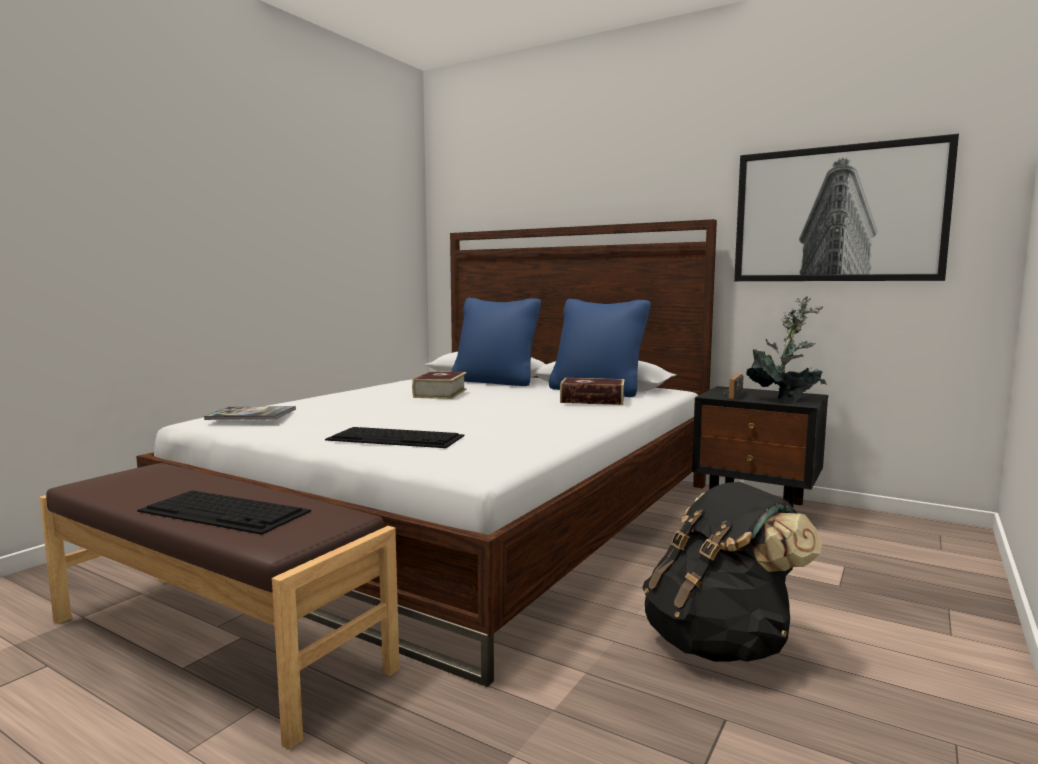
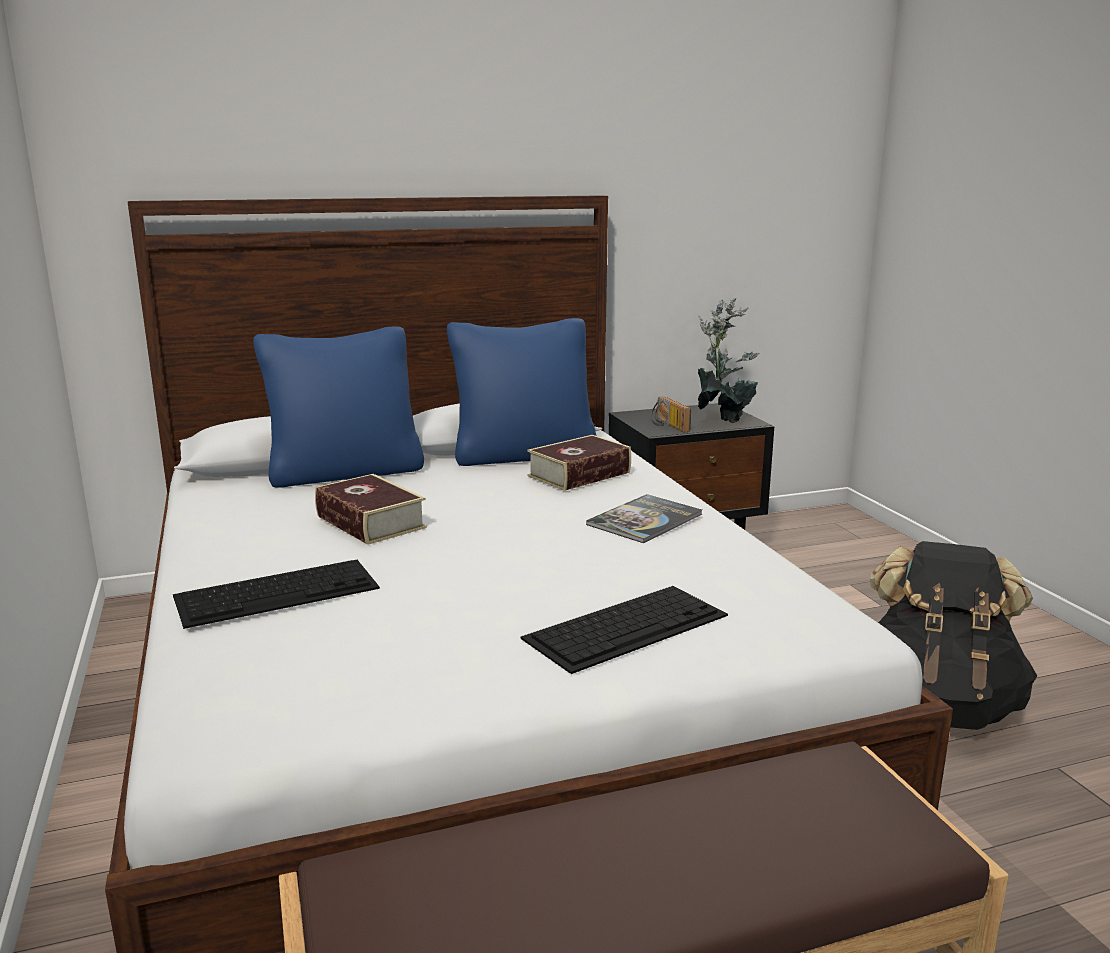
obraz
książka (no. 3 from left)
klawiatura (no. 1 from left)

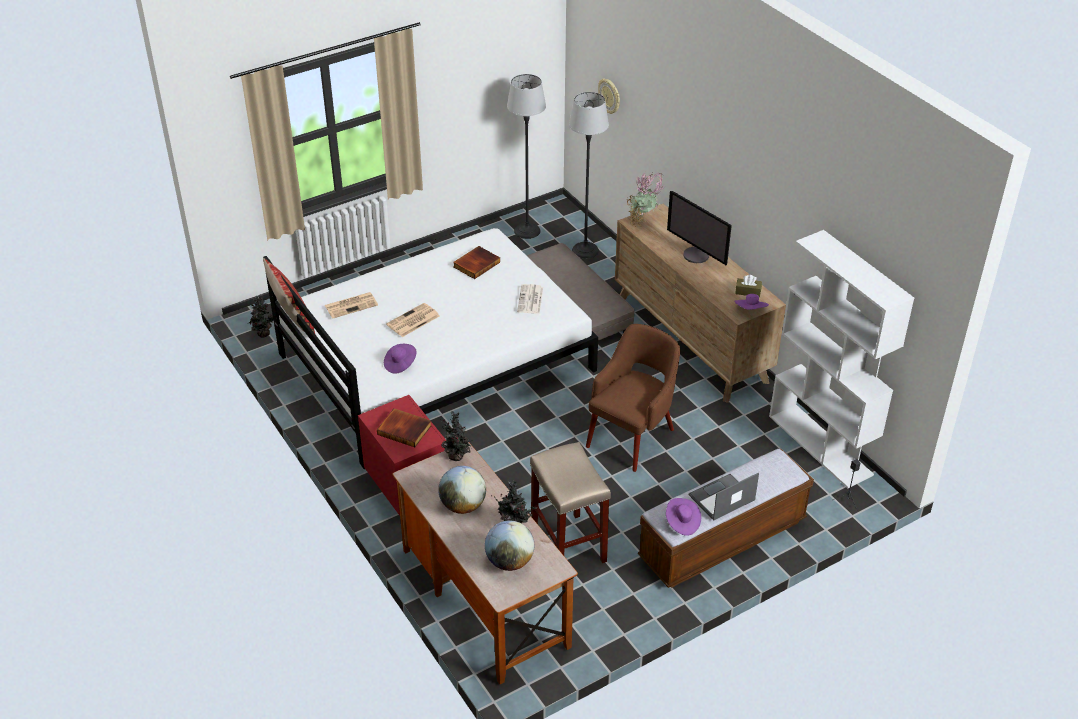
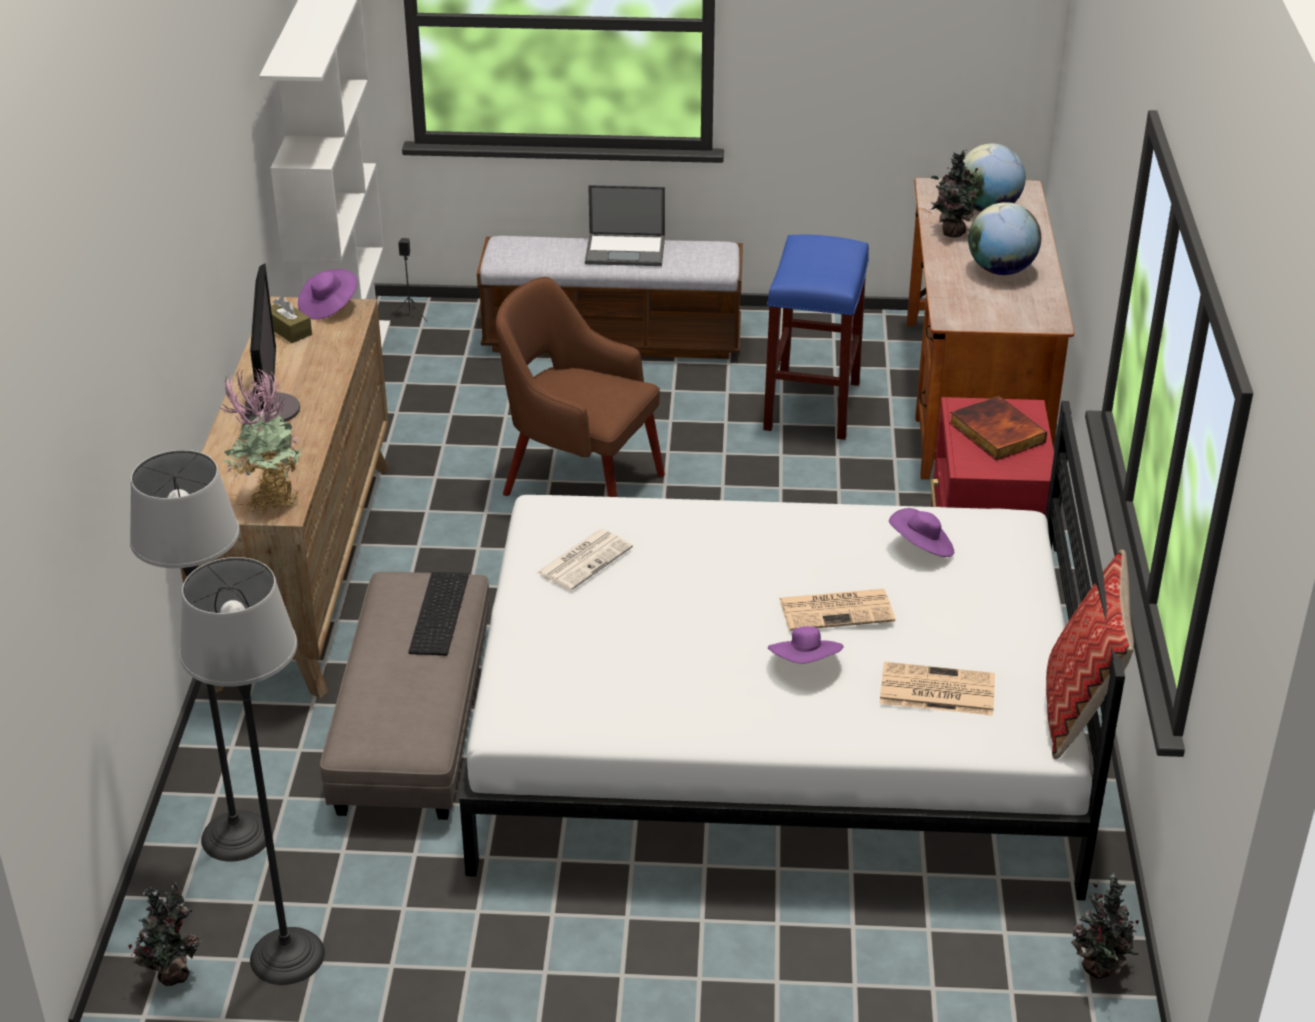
zegar ścienny
książka (no. 2 from left in the first image)
fotel (brązowy)
roślina doniczkowa (no. 1 from left)
stołek (niebieski)
kapelusz (fioletowy) (no. 2 from left)
klawiatura

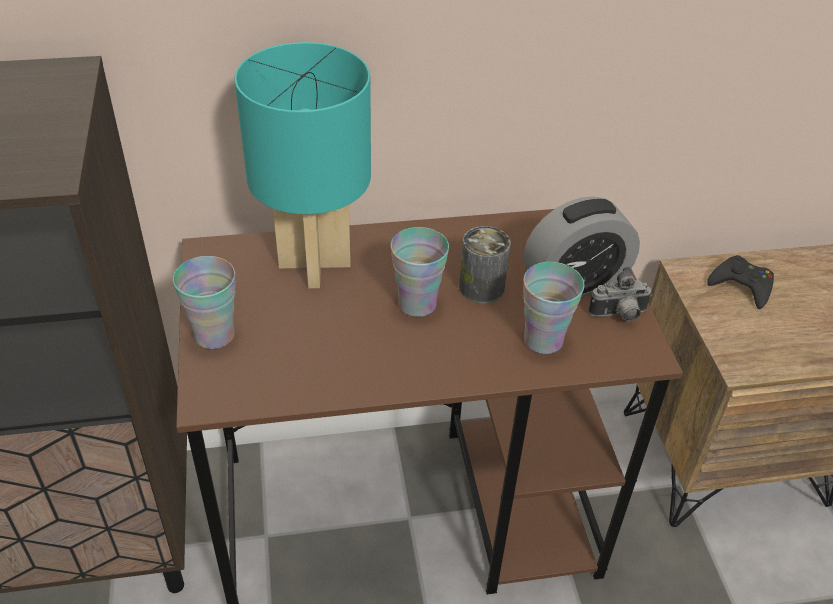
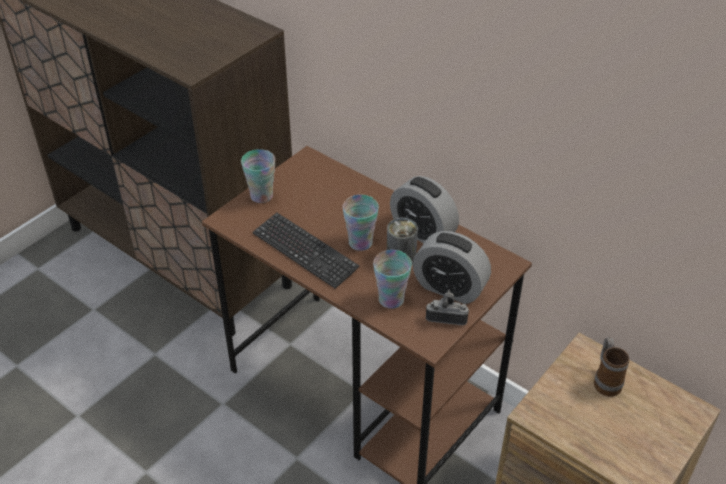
lampa stołowa (turkusowy)
kubek
aparat fotograficzny
budzik (no. 1 from left)
klawiatura

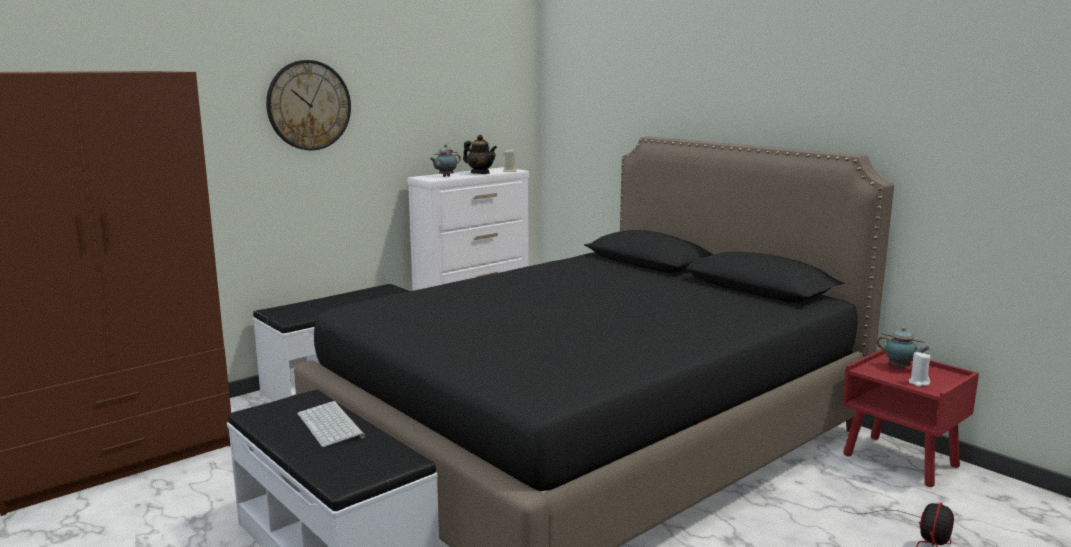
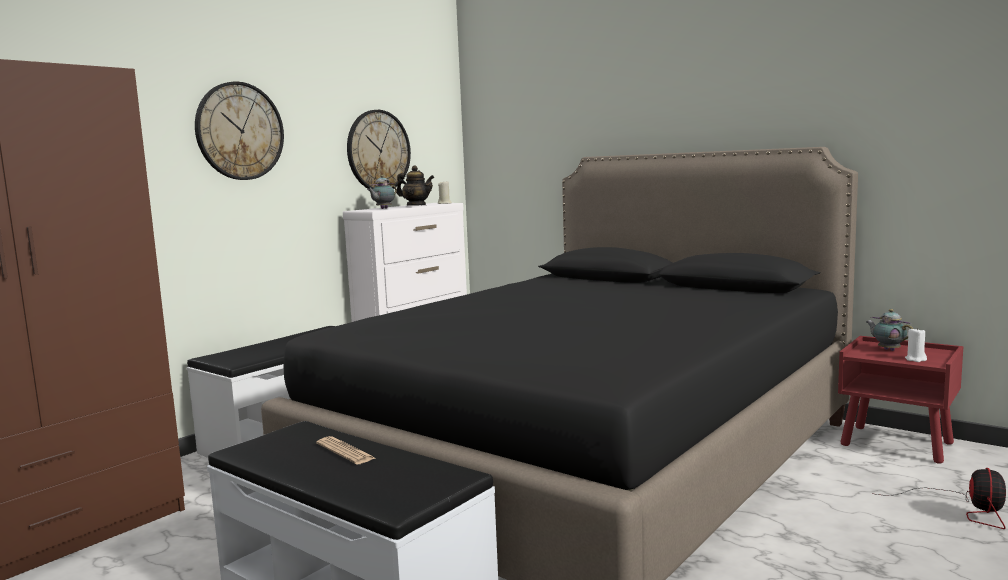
imbryk (no. 3 from left)
gazeta
zegar ścienny (no. 2 from left)

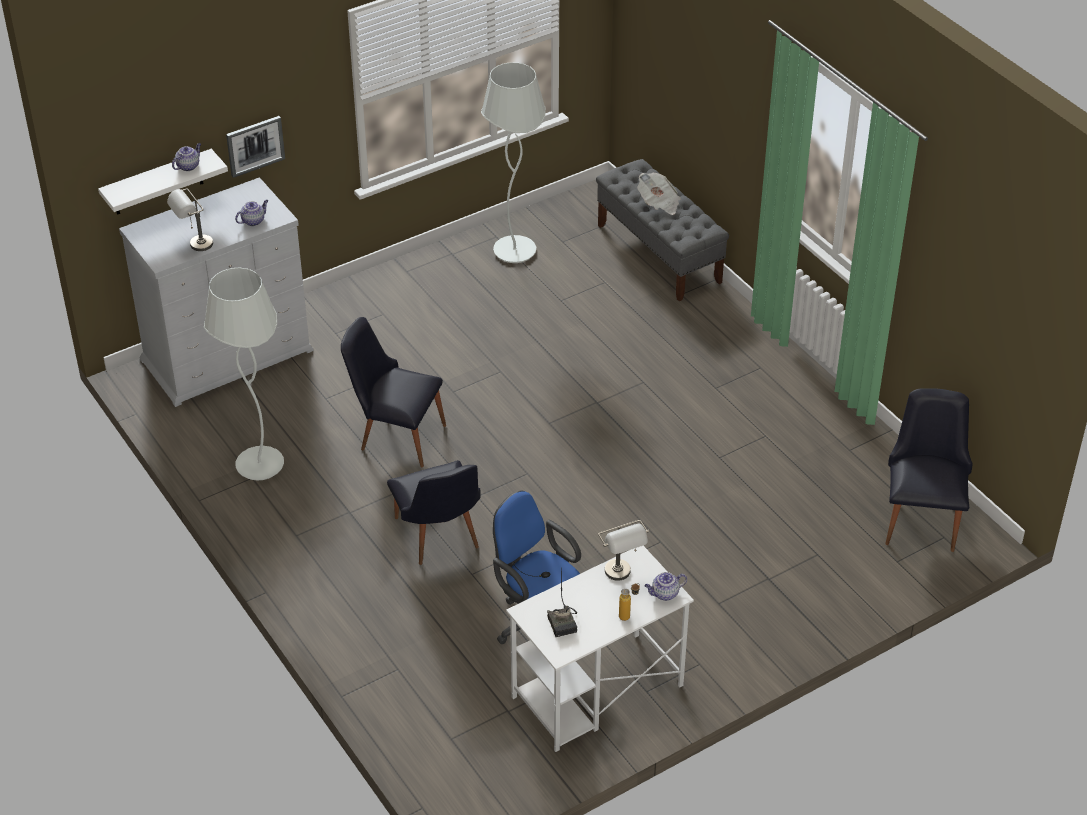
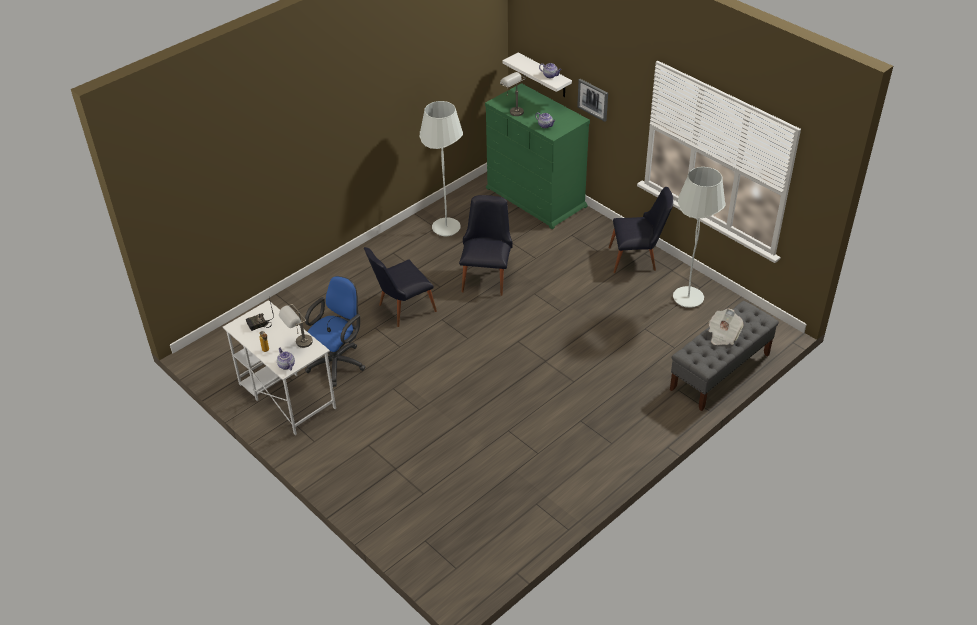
komoda (zielony)
krzesło (czarny) (no. 3 from left)

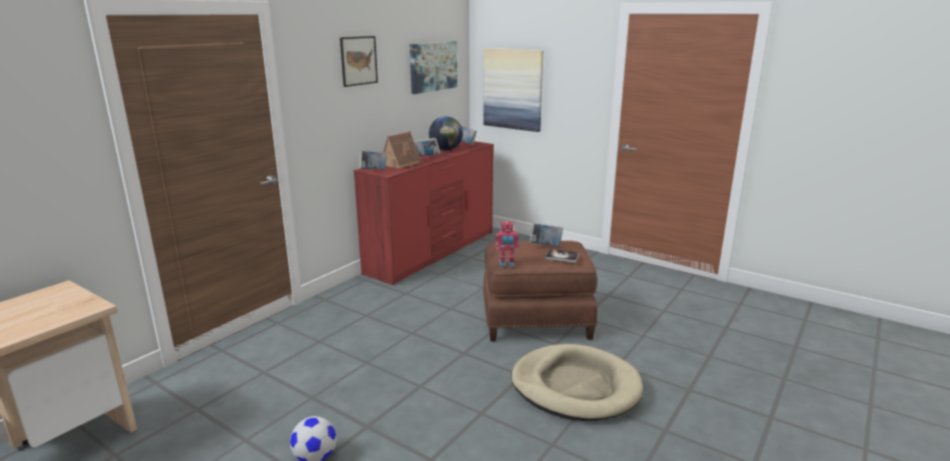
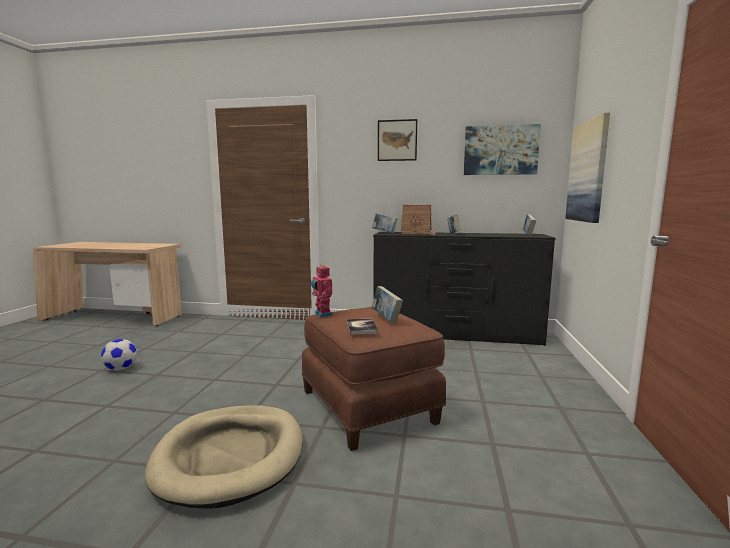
globus
komoda (czarny)

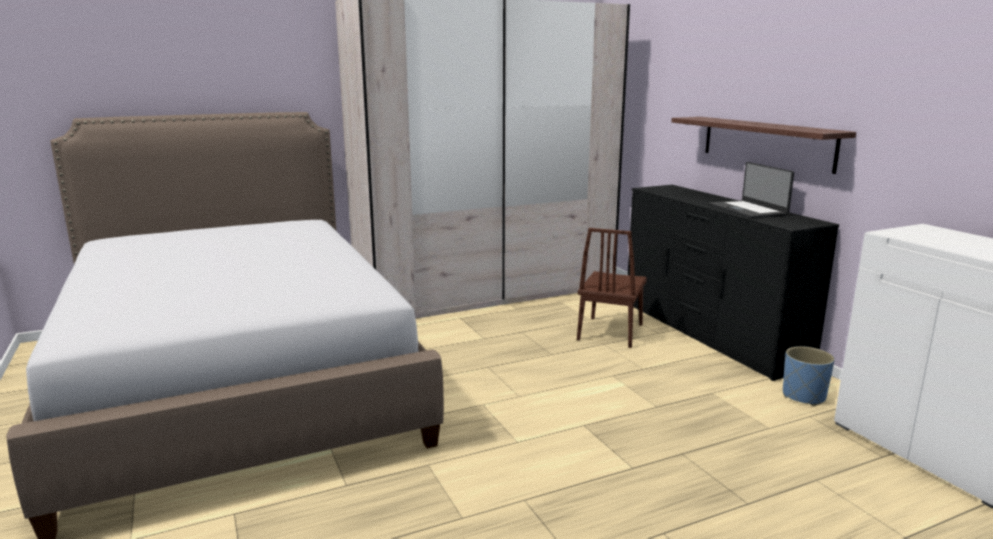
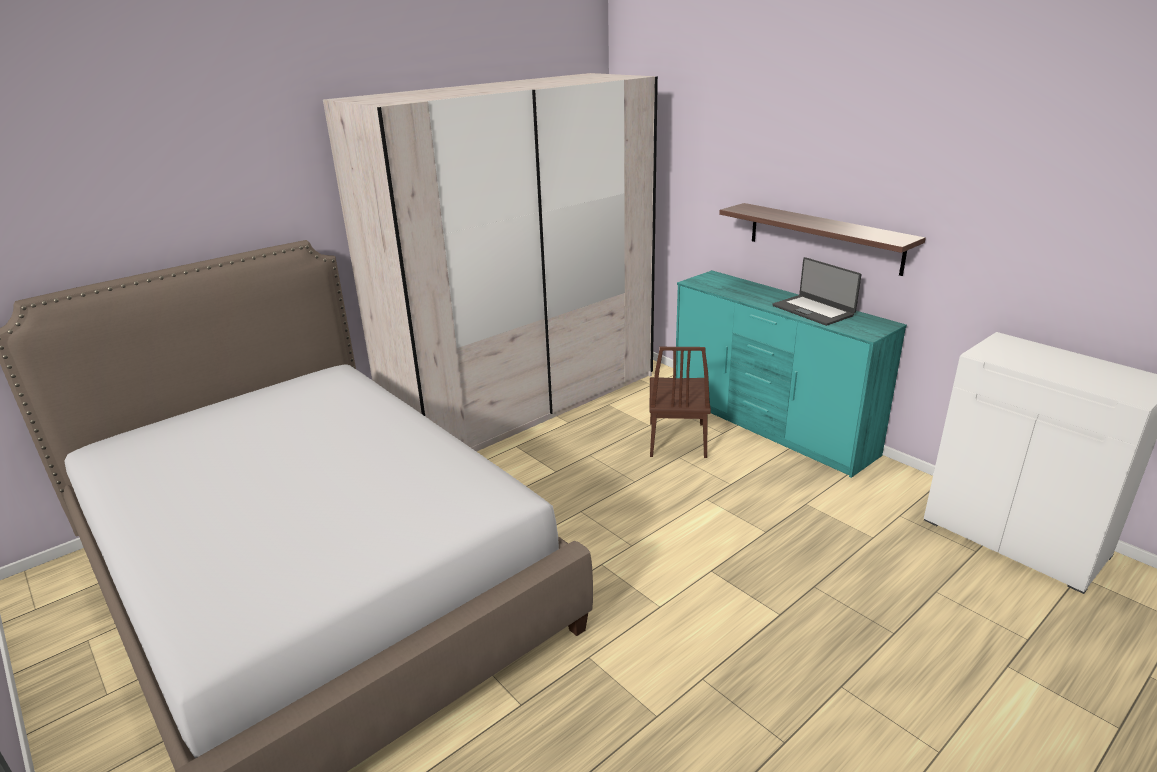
komoda (turkusowy)
donica (niebieski)

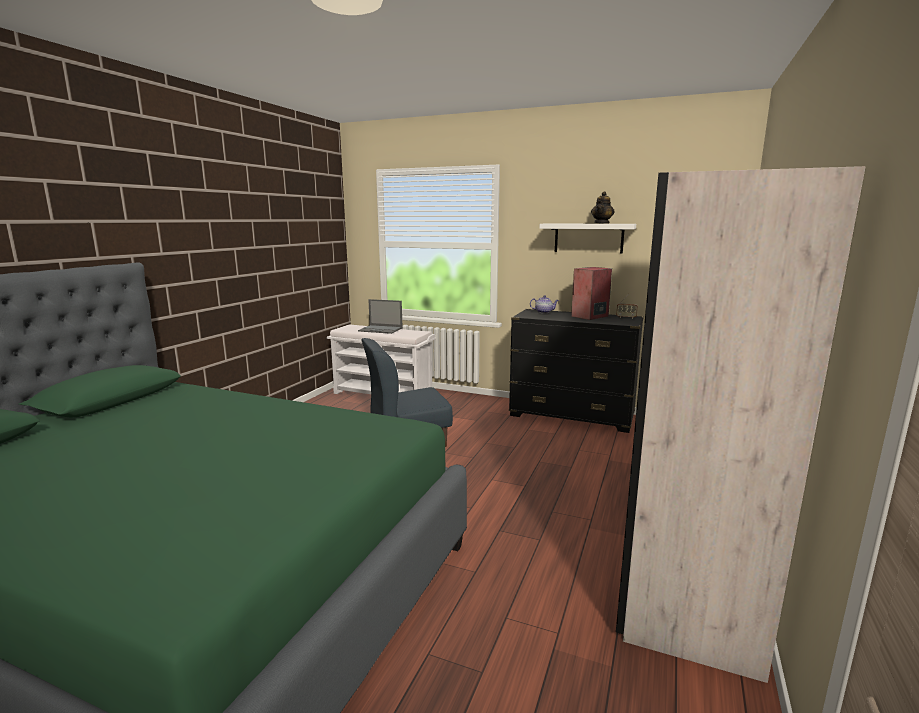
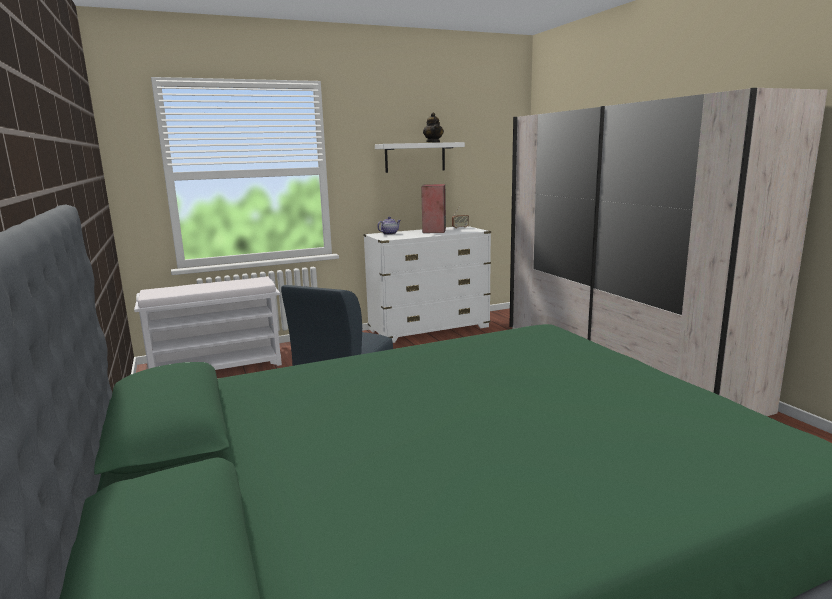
laptop
komoda (biały)

